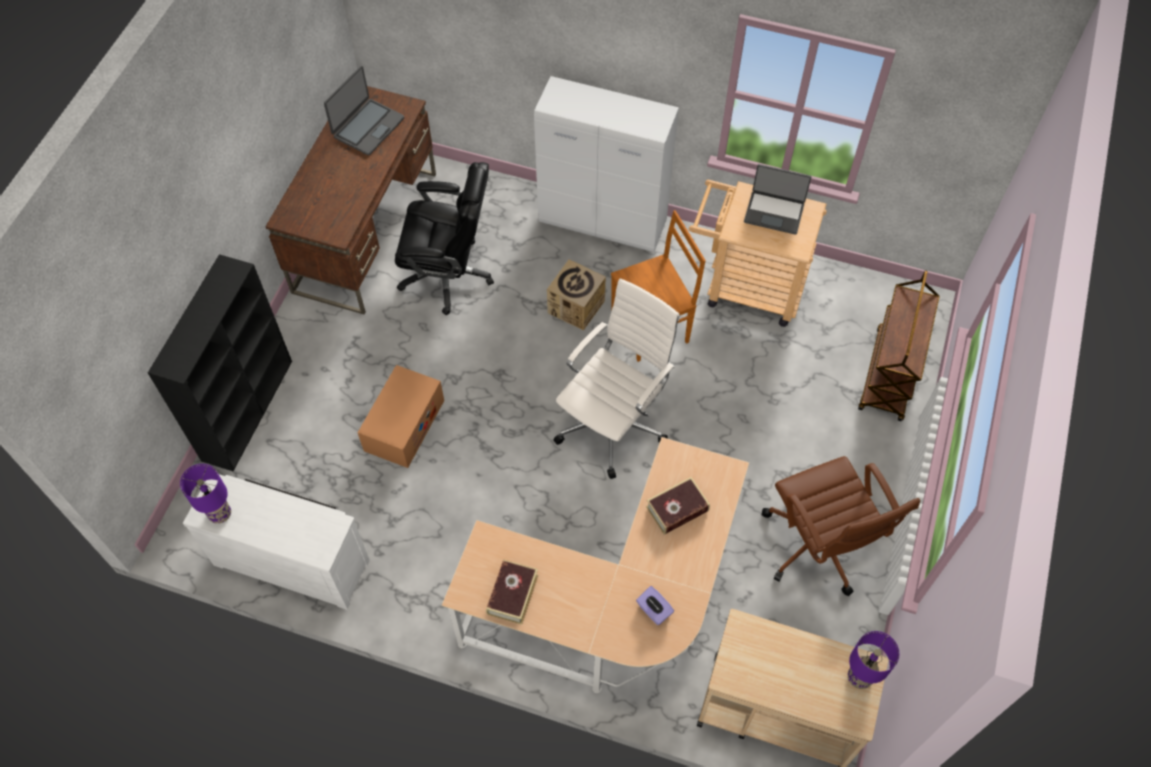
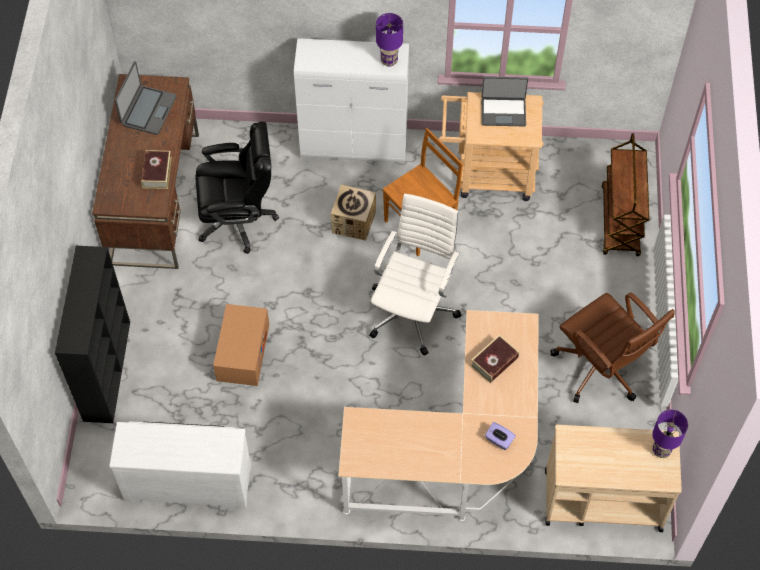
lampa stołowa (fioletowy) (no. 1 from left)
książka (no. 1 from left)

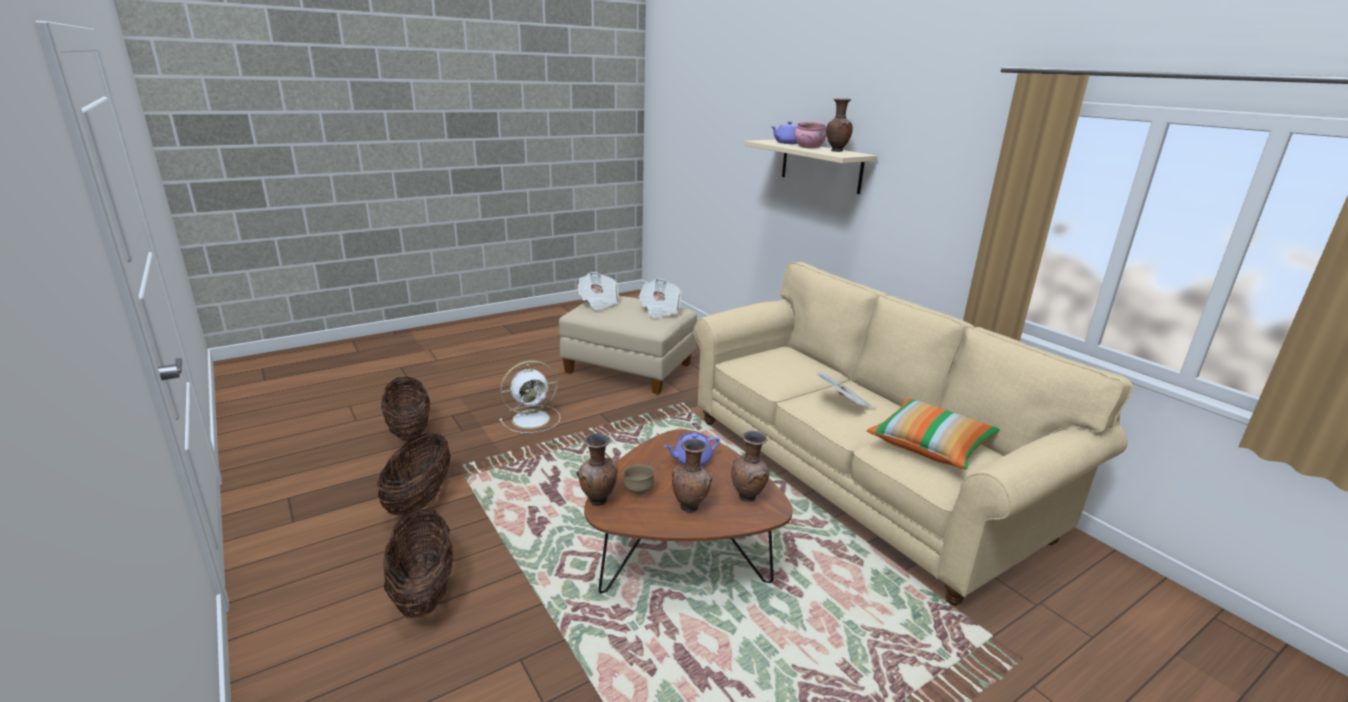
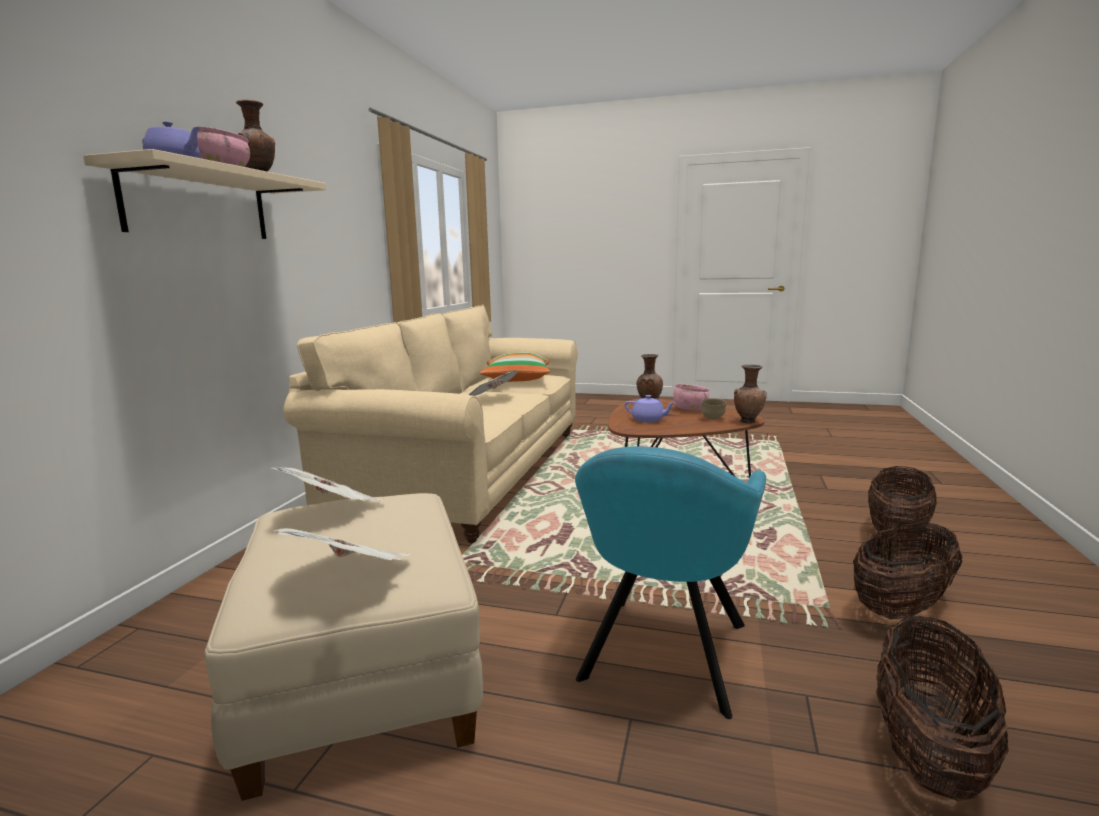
fotel (turkusowy)
miska (różowy) (no. 2 from left)

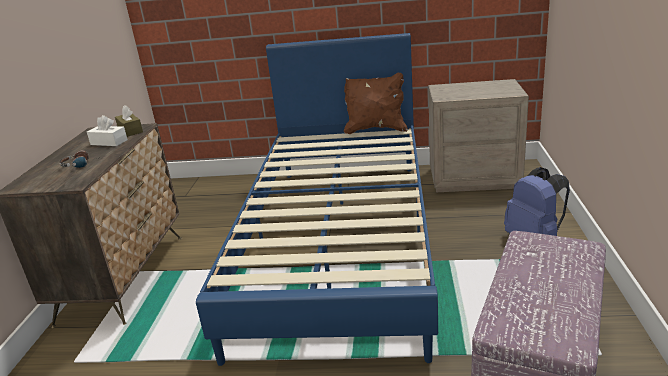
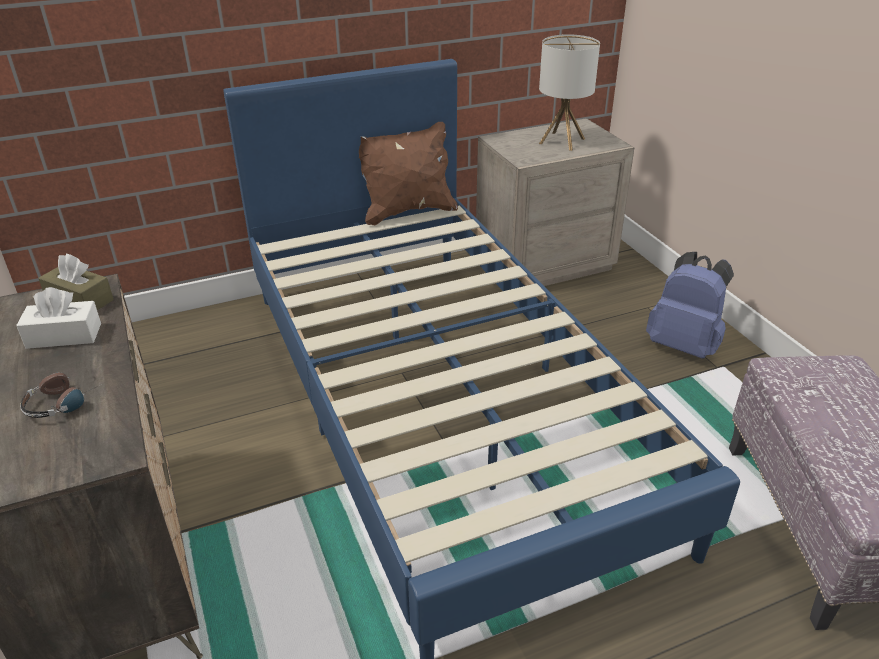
lampa stołowa

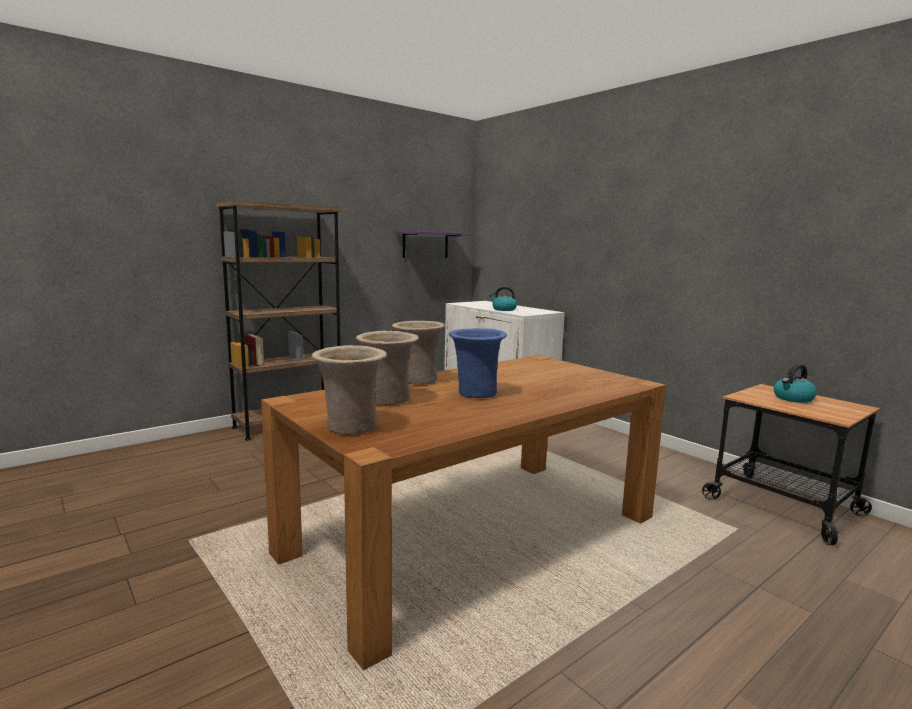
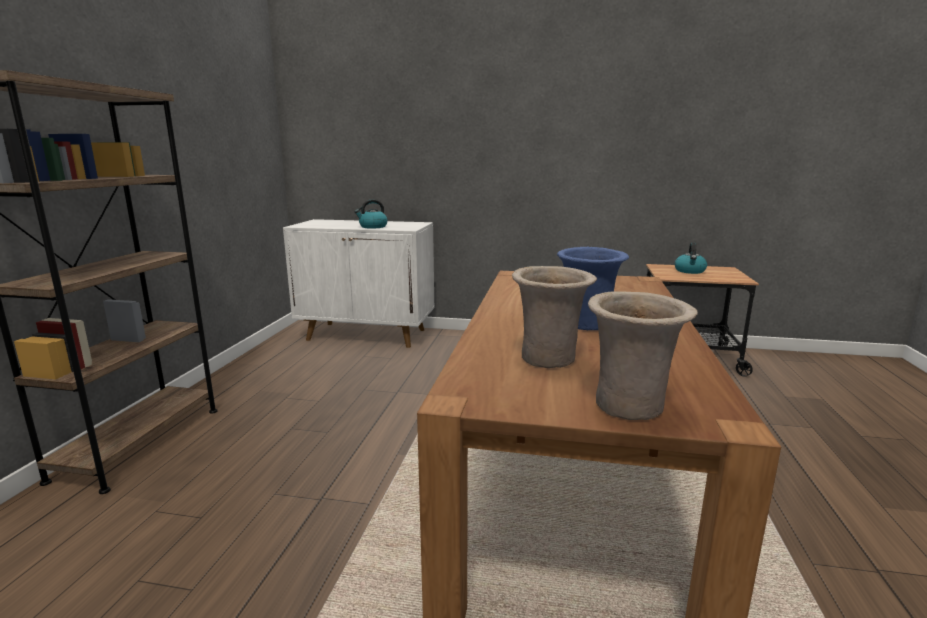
półka (fioletowy)
wazon (beżowy) (no. 3 from left in the first image)

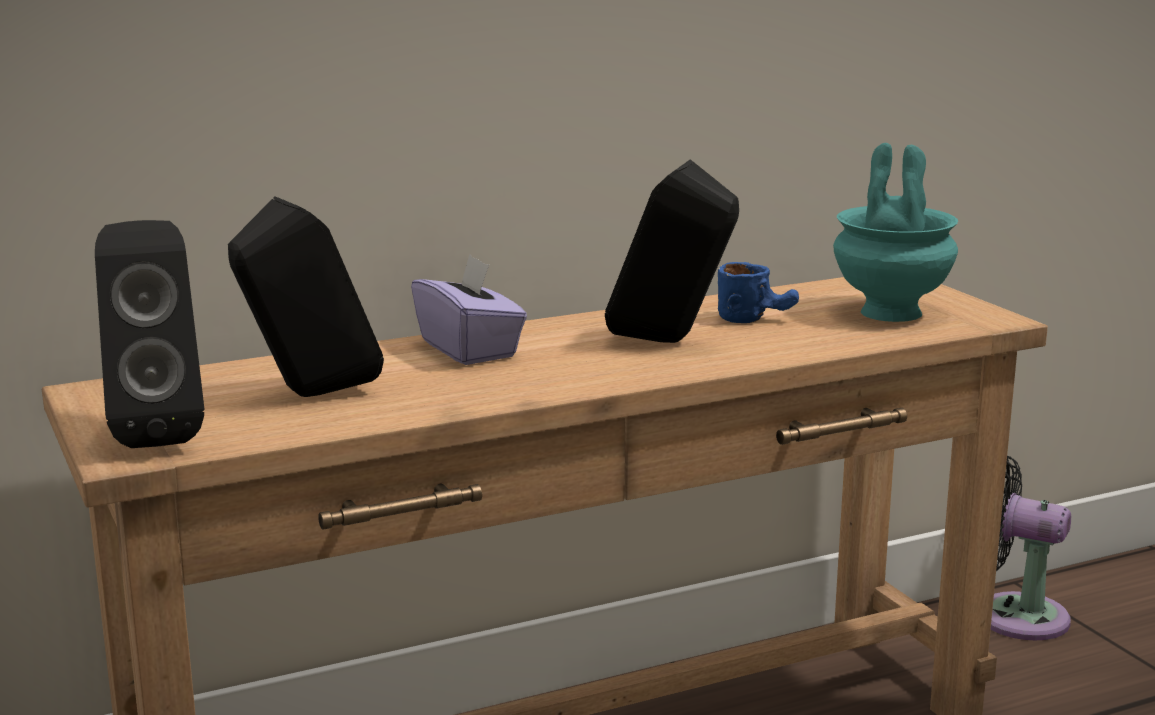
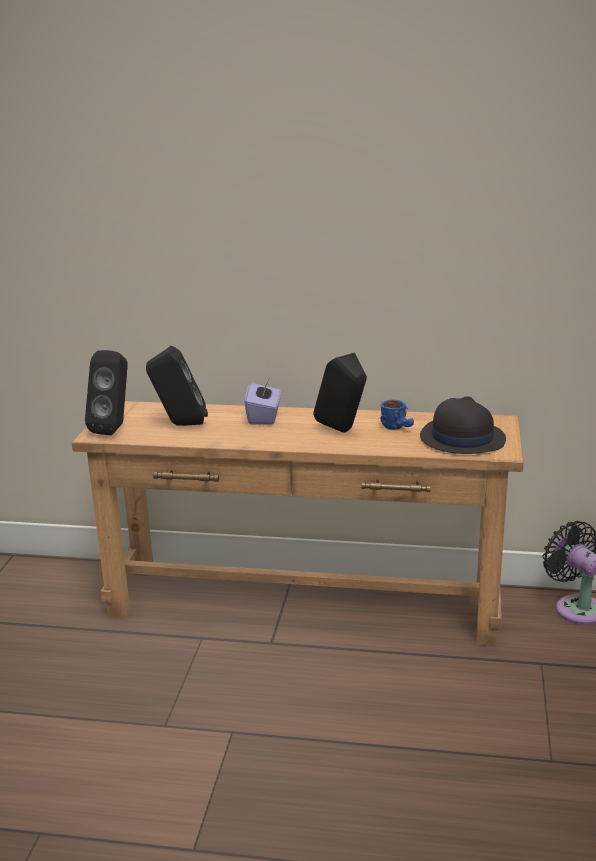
kapelusz (czarny)

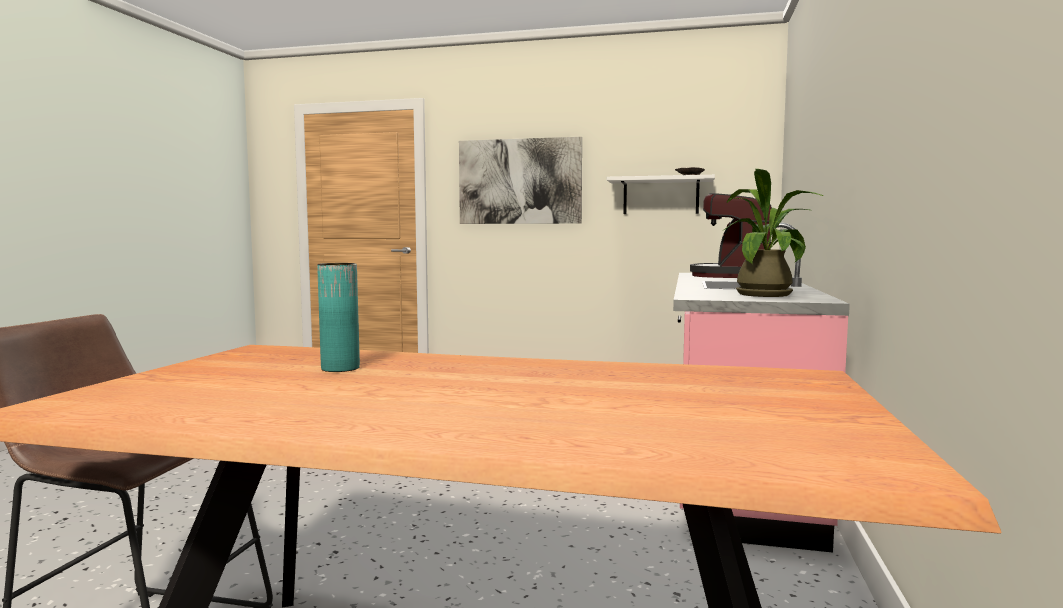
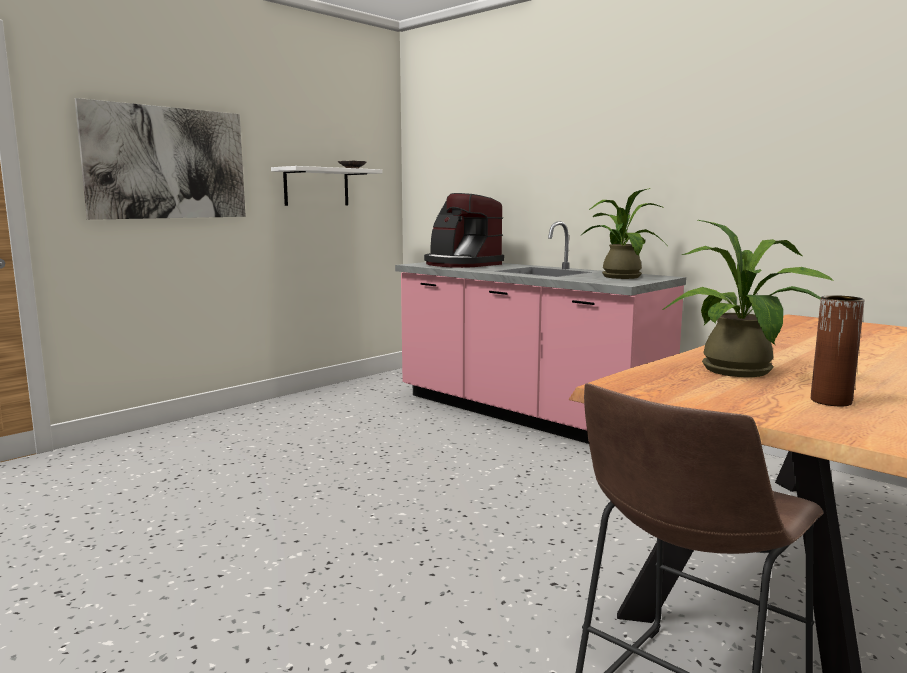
roślina doniczkowa (no. 2 from left)
wazon (brązowy)

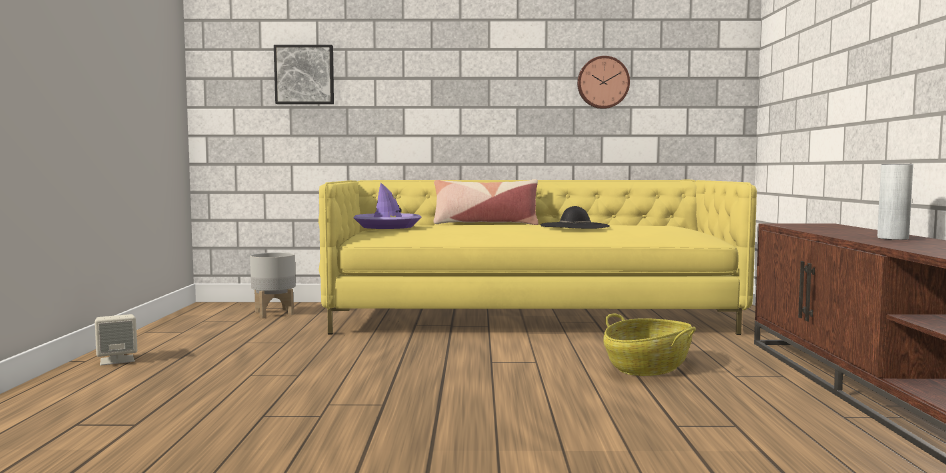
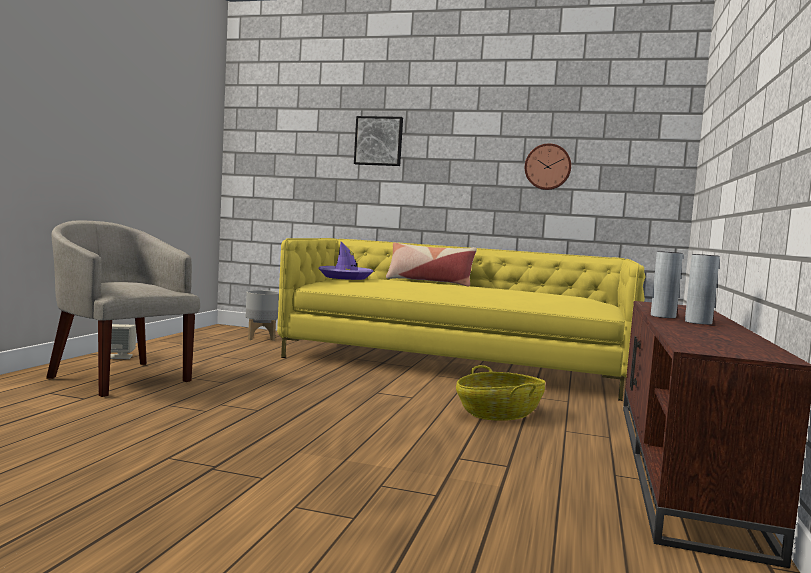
obraz
kapelusz (czarny)
fotel (beżowy)
wazon (szary) (no. 1 from left)

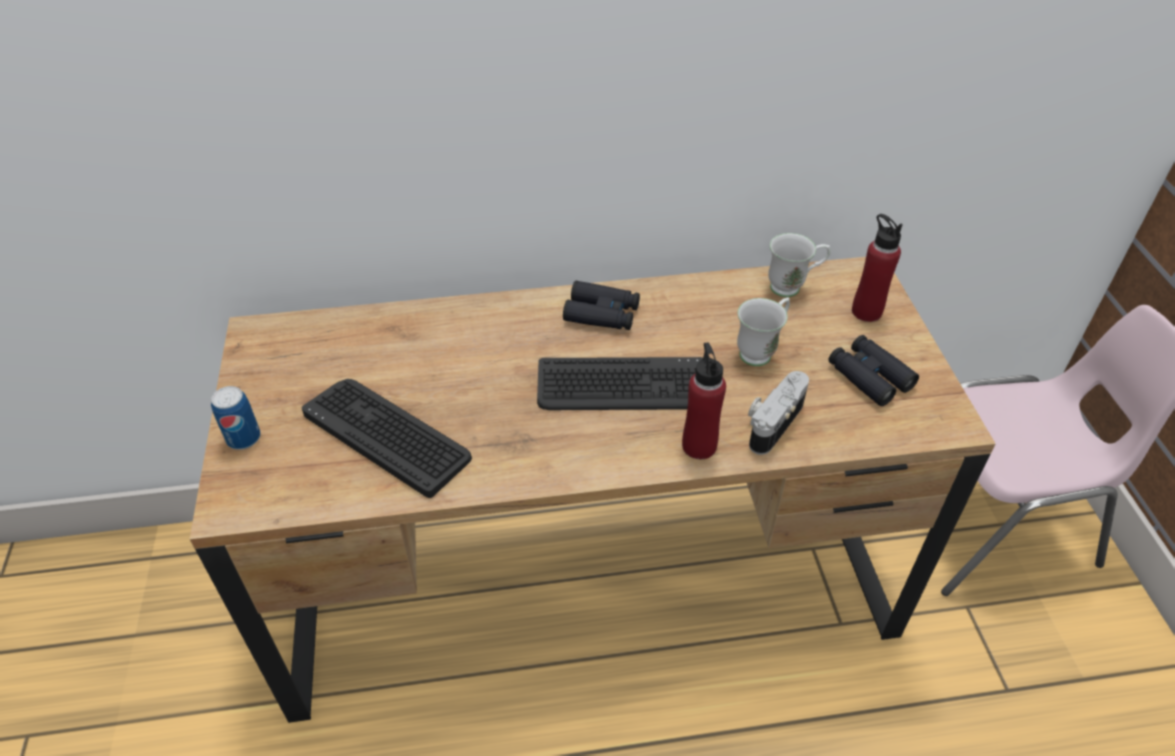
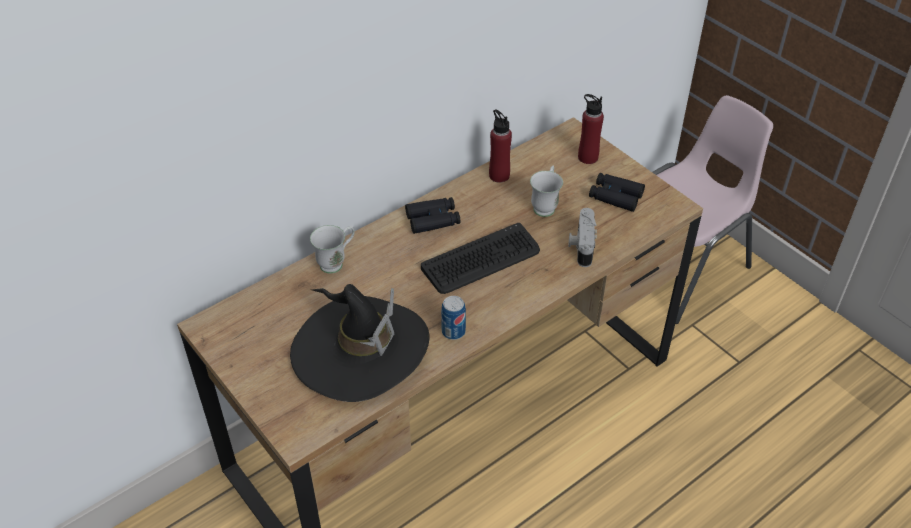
kubek (biały) (no. 1 from left)
butelka (czerwony) (no. 1 from left)
kapelusz (czarny)
puszka

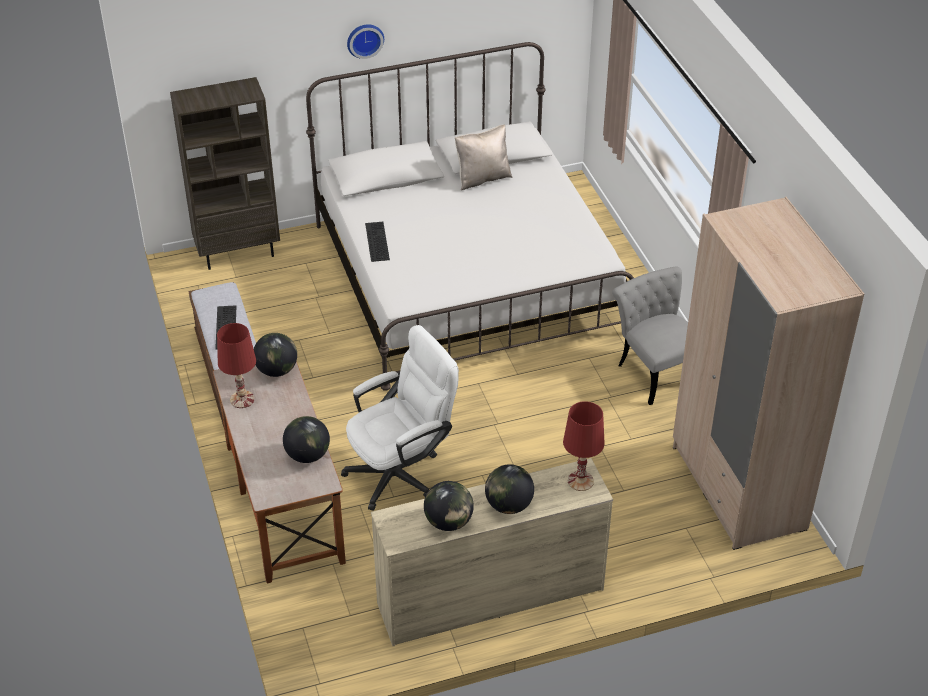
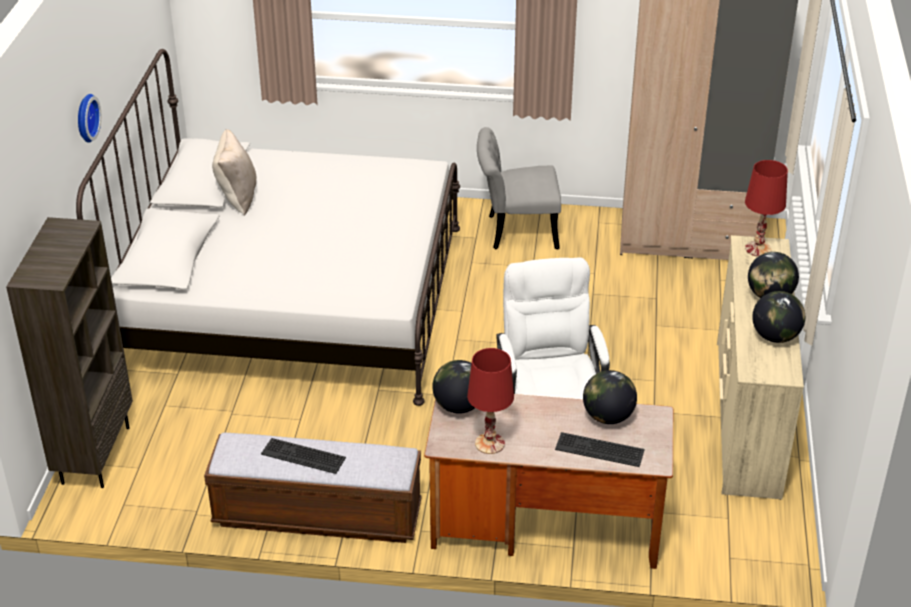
klawiatura (no. 2 from left)

